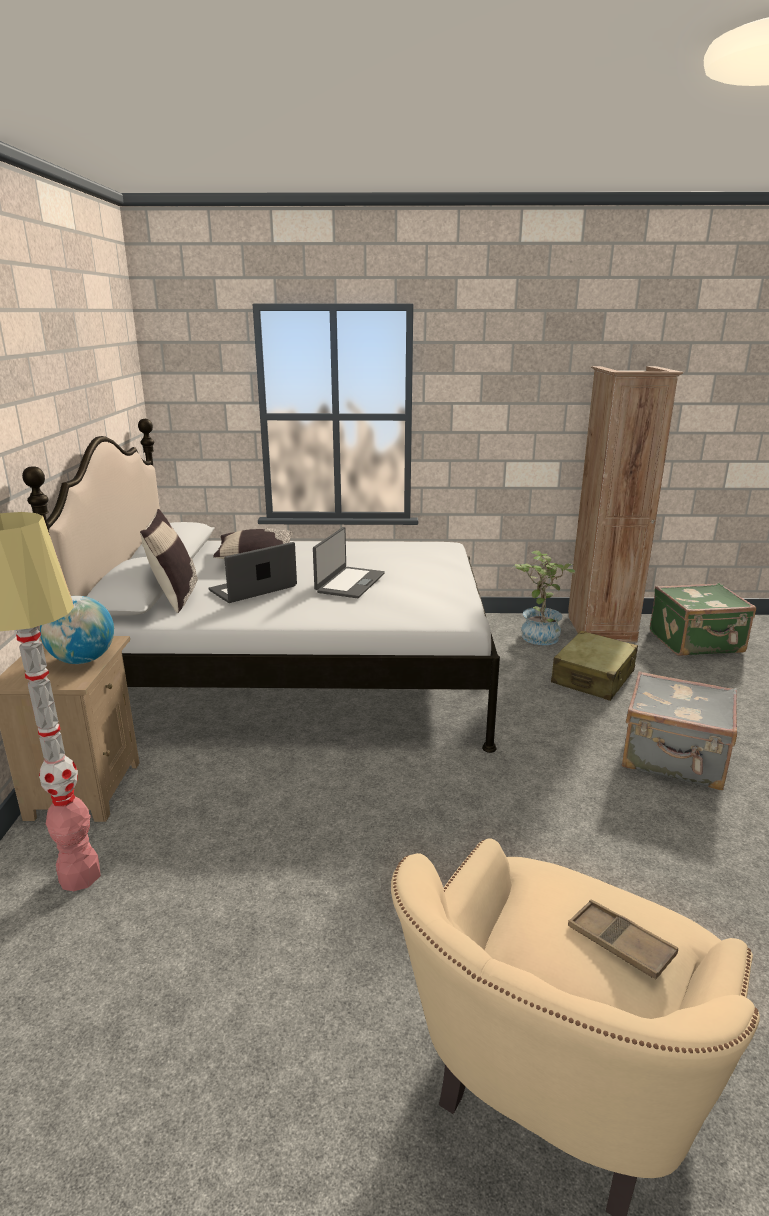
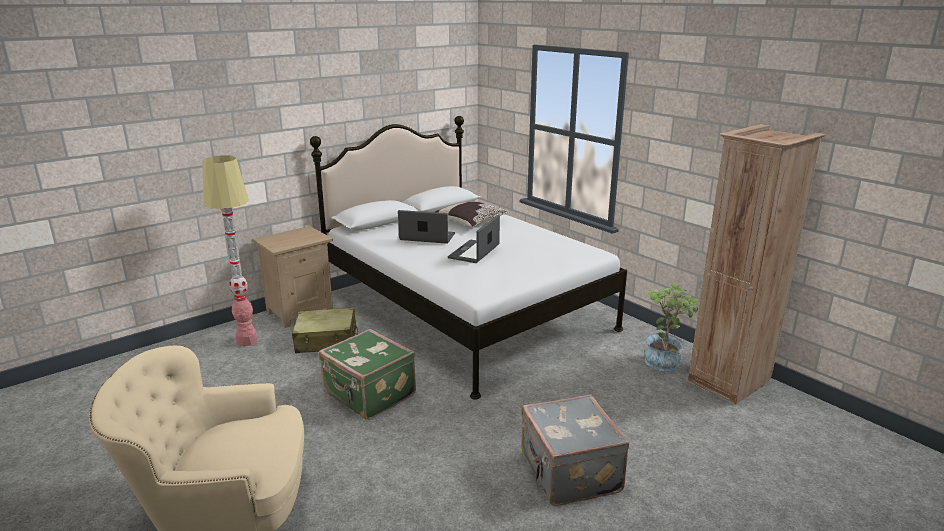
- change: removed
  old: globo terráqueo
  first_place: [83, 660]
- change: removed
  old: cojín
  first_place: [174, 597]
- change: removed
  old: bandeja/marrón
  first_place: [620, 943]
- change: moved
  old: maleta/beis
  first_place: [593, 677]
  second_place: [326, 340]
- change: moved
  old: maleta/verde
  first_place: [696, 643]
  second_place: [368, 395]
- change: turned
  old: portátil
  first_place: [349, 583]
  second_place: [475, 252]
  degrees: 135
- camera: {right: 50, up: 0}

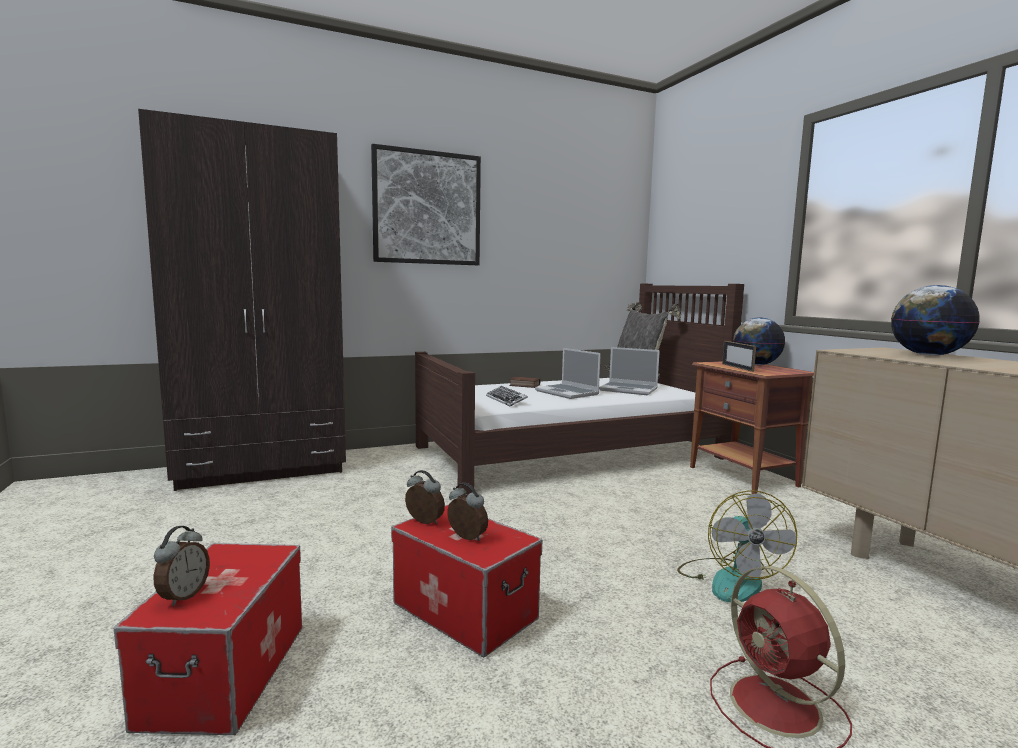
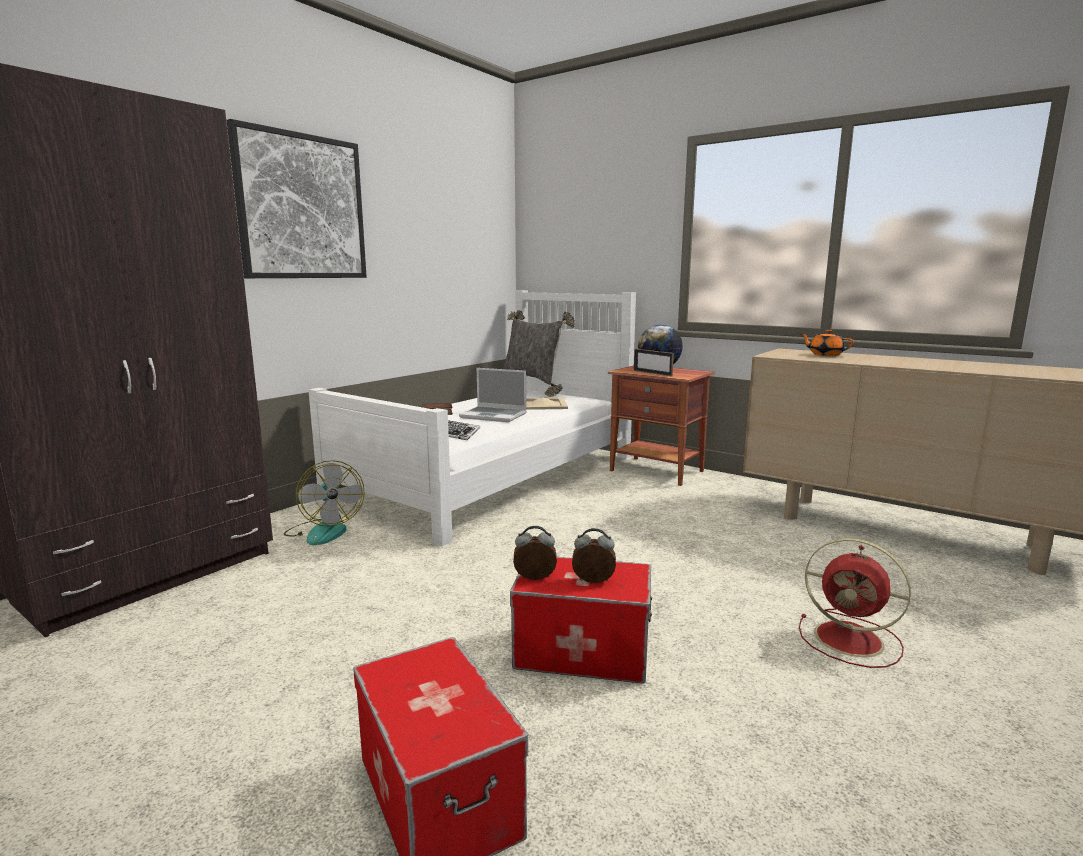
- change: removed
  old: despertador
  first_place: [183, 596]
- change: moved
  old: ventilador
  first_place: [730, 579]
  second_place: [324, 531]
- change: replaced
  old: portátil
  new: bandeja/beis
  first_place: [629, 390]
  second_place: [543, 404]
- change: replaced
  old: globo terráqueo
  new: tetera/naranja
  first_place: [928, 355]
  second_place: [825, 354]
- change: recoloured
  old: cama/marrón
  new: cama/blanco
  first_place: [571, 452]
  second_place: [493, 476]
- camera: {right: -30, up: 5}

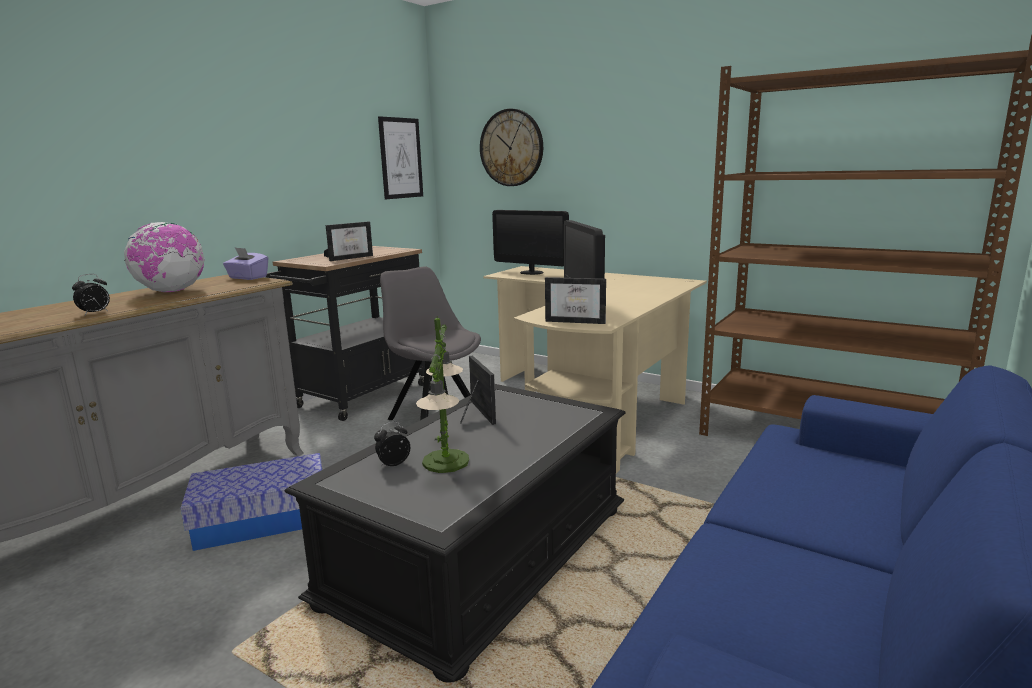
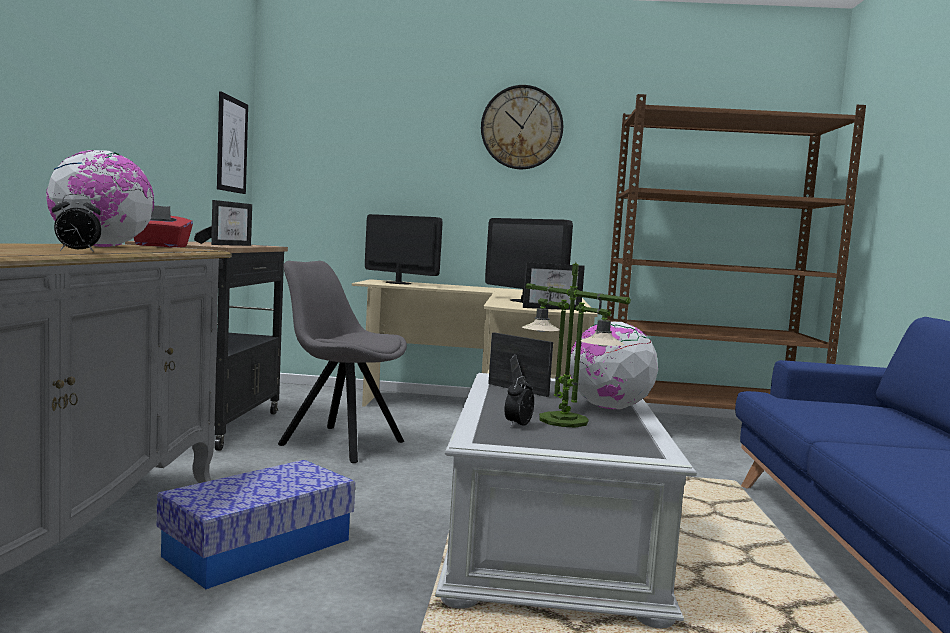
- change: added
  new: globo terráqueo
  second_place: [608, 408]
- change: moved
  old: reloj de pared
  first_place: [511, 148]
  second_place: [521, 127]
- change: recoloured
  old: caja de pañuelos/morado
  new: caja de pañuelos/rojo
  first_place: [247, 277]
  second_place: [160, 246]
- change: recoloured
  old: mesa de centro/negro
  new: mesa de centro/blanco
  first_place: [479, 554]
  second_place: [551, 537]
- change: turned
  old: despertador
  first_place: [95, 313]
  second_place: [76, 251]
  degrees: 60
- change: turned
  old: monitor
  first_place: [531, 272]
  second_place: [398, 283]
  degrees: -150
- camera: {right: -30, up: -10}

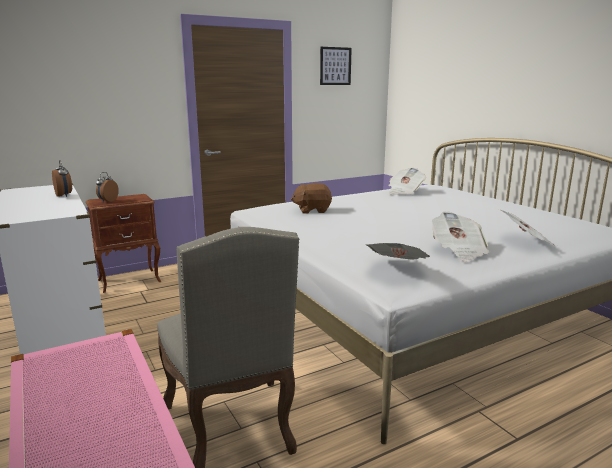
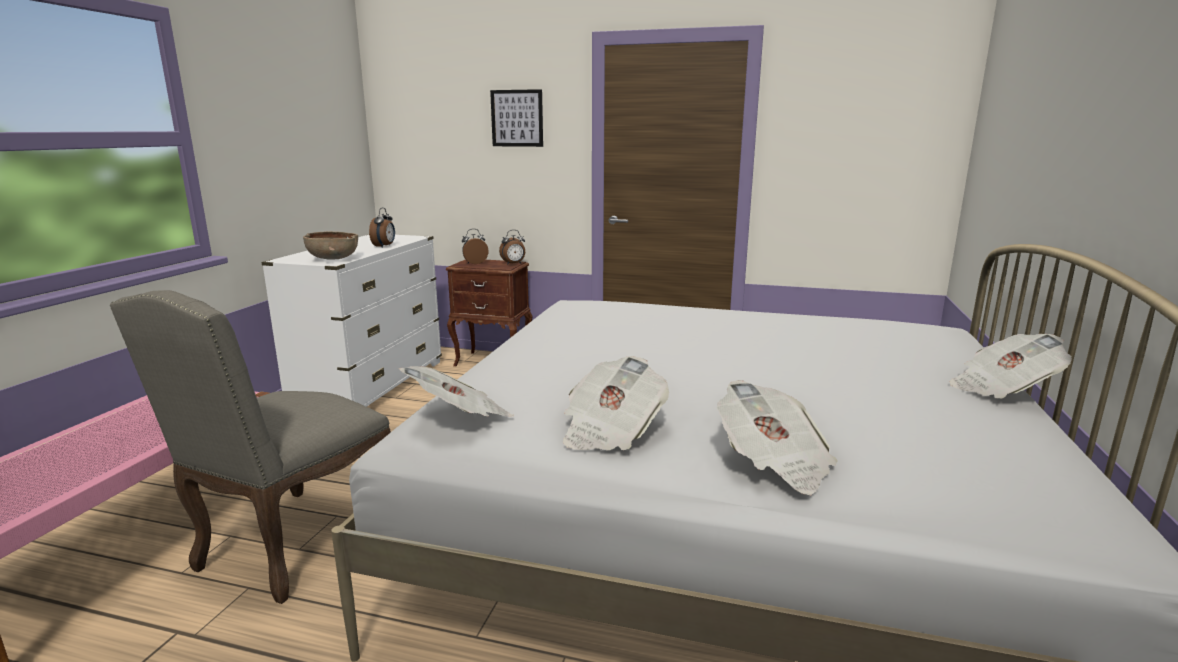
- change: removed
  old: peluche/marrón
  first_place: [312, 210]
- change: added
  new: cuenco/marrón
  second_place: [333, 259]
- change: added
  new: despertador
  second_place: [513, 264]
- change: moved
  old: cuadro
  first_place: [335, 66]
  second_place: [517, 118]
- change: moved
  old: periódico
  first_place: [404, 192]
  second_place: [1002, 388]
- camera: {right: 45, up: 0}

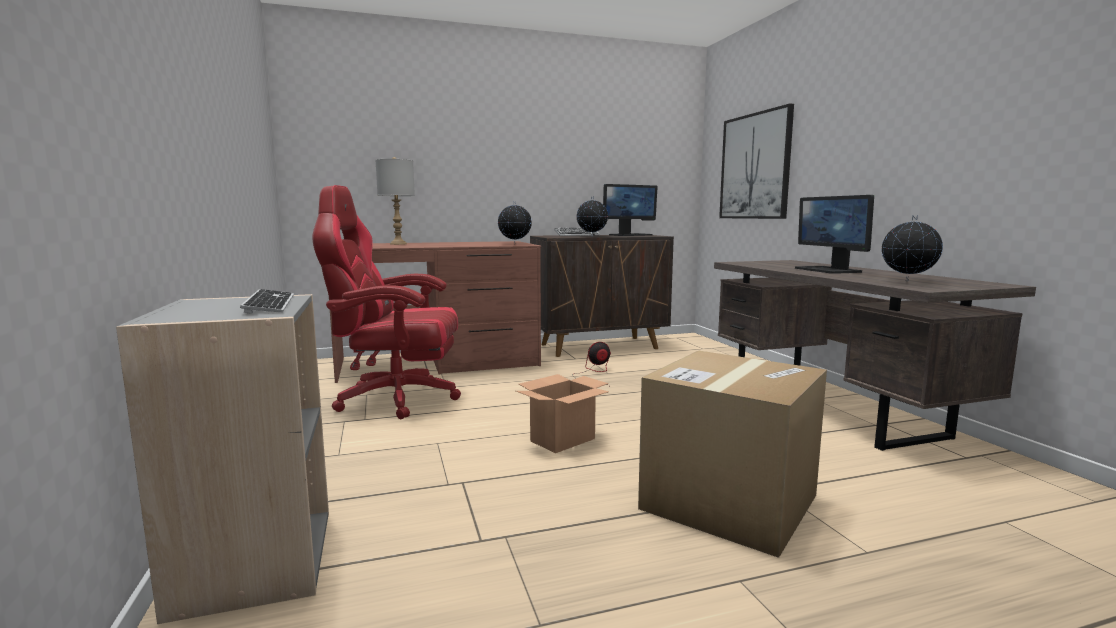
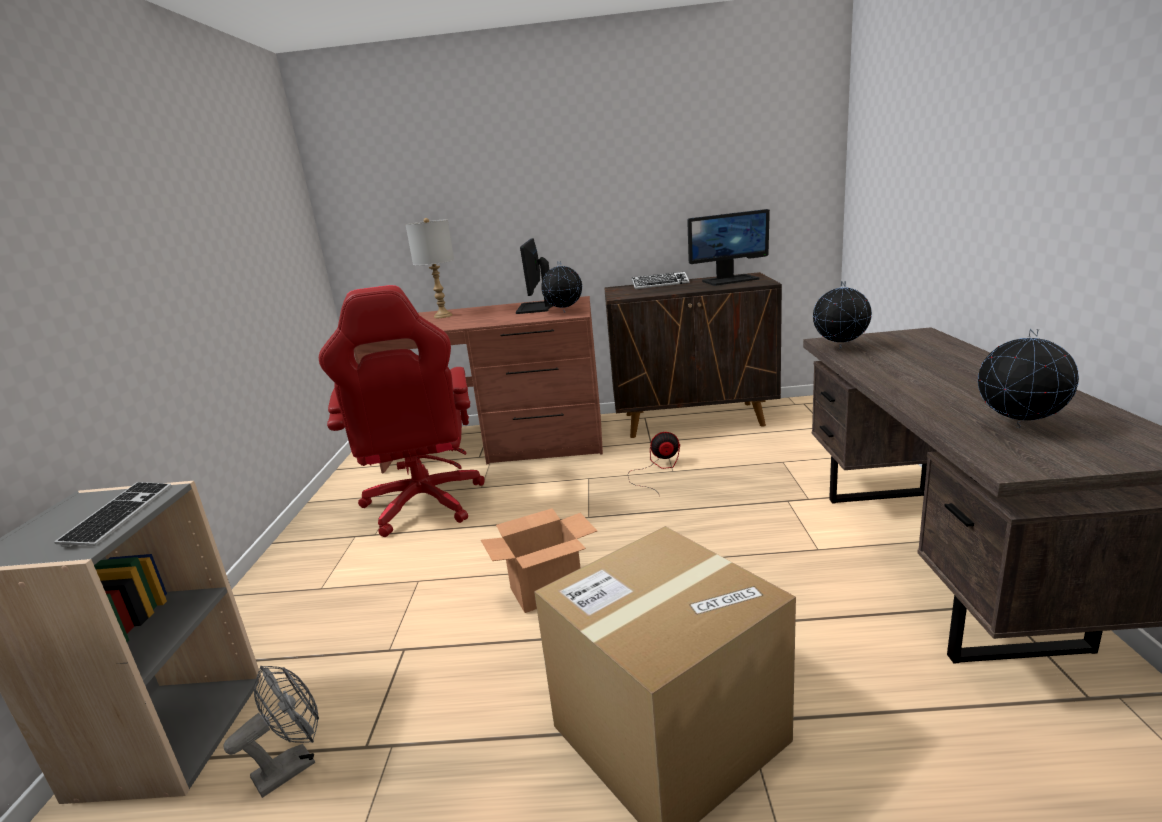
- change: removed
  old: cuadro
  first_place: [755, 166]
- change: added
  new: ventilador/gris
  second_place: [293, 765]
- change: moved
  old: globo terráqueo
  first_place: [592, 236]
  second_place: [840, 349]
- change: moved
  old: monitor
  first_place: [828, 270]
  second_place: [535, 307]
- change: turned
  old: silla de oficina/rojo
  first_place: [398, 399]
  second_place: [423, 503]
  degrees: -120
- camera: {right: 20, up: 10}

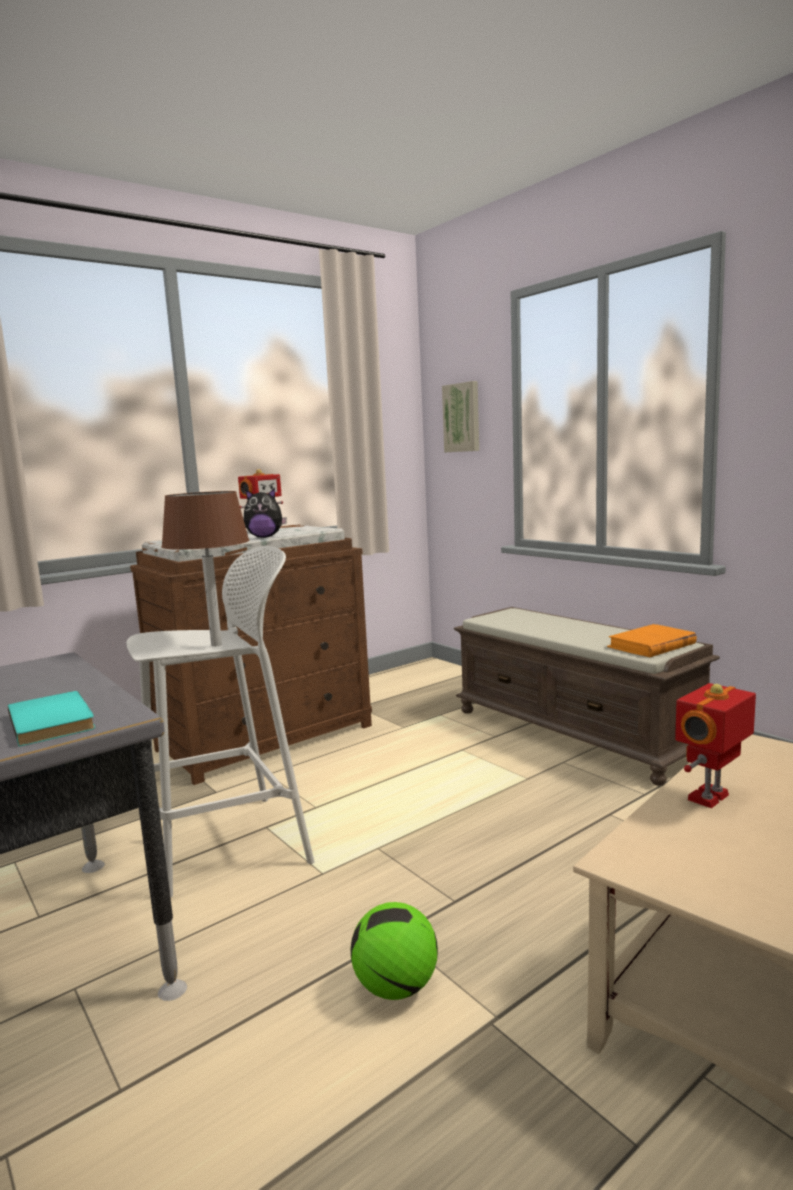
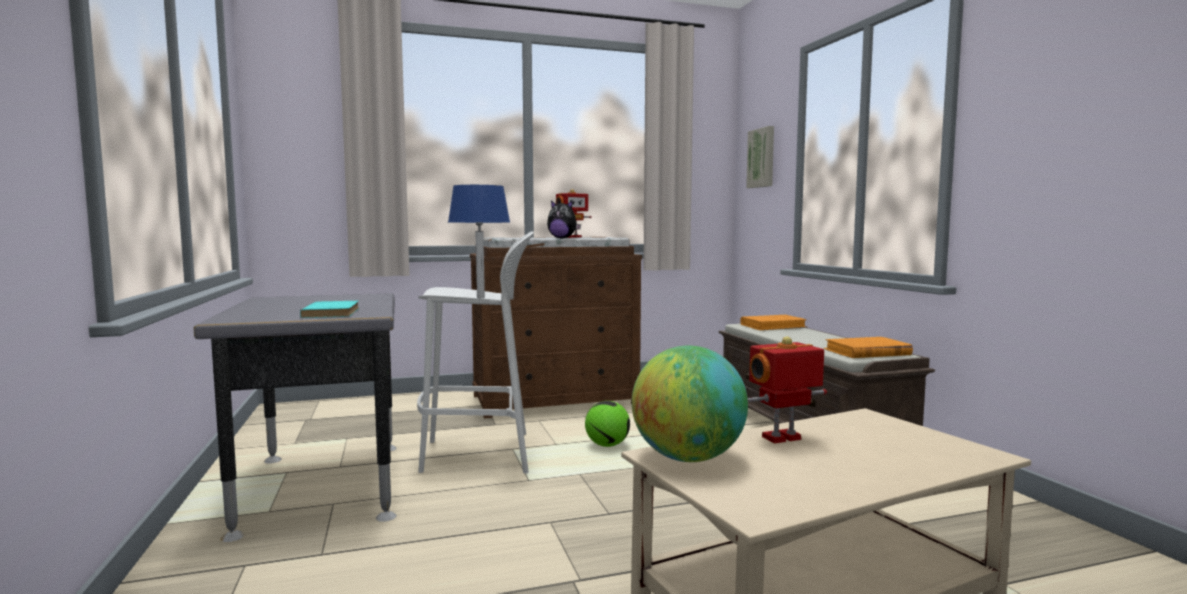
- change: added
  new: globo terráqueo
  second_place: [688, 458]
- change: added
  new: libro/naranja
  second_place: [773, 326]
- change: moved
  old: balón de fútbol
  first_place: [395, 987]
  second_place: [607, 445]
- change: recoloured
  old: lámpara de mesa/marrón
  new: lámpara de mesa/azul
  first_place: [217, 645]
  second_place: [481, 297]
- camera: {right: 20, up: -5}

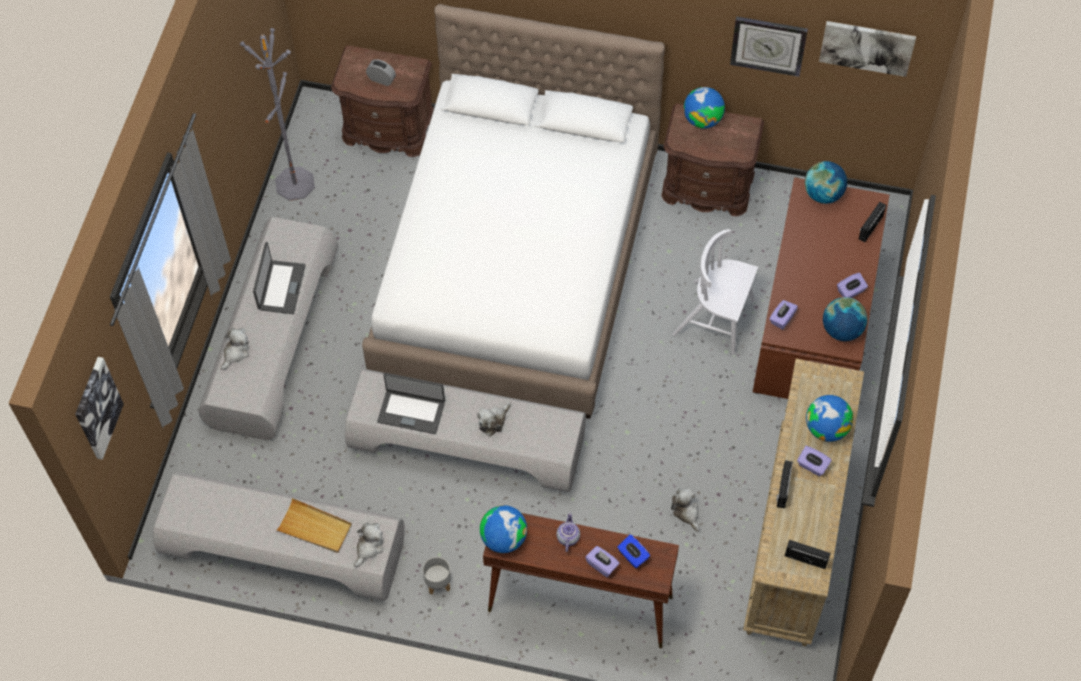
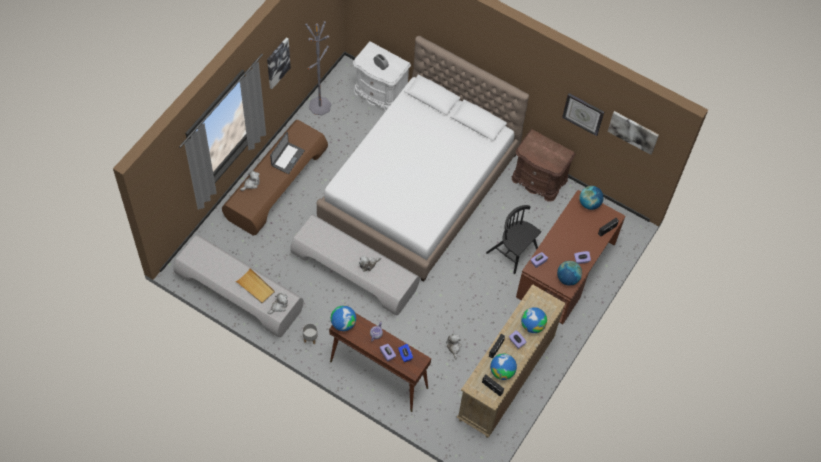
- change: removed
  old: portátil
  first_place: [411, 411]
- change: moved
  old: cuadro
  first_place: [97, 408]
  second_place: [277, 62]
- change: moved
  old: globo terráqueo
  first_place: [703, 119]
  second_place: [502, 371]
- change: recoloured
  old: banco/gris
  new: banco/marrón
  first_place: [273, 340]
  second_place: [276, 184]
- change: recoloured
  old: mesita de noche/marrón
  new: mesita de noche/blanco
  first_place: [388, 131]
  second_place: [380, 93]
- change: recoloured
  old: silla/blanco
  new: silla/negro
  first_place: [718, 318]
  second_place: [514, 252]
- camera: {right: 15, up: 0}

